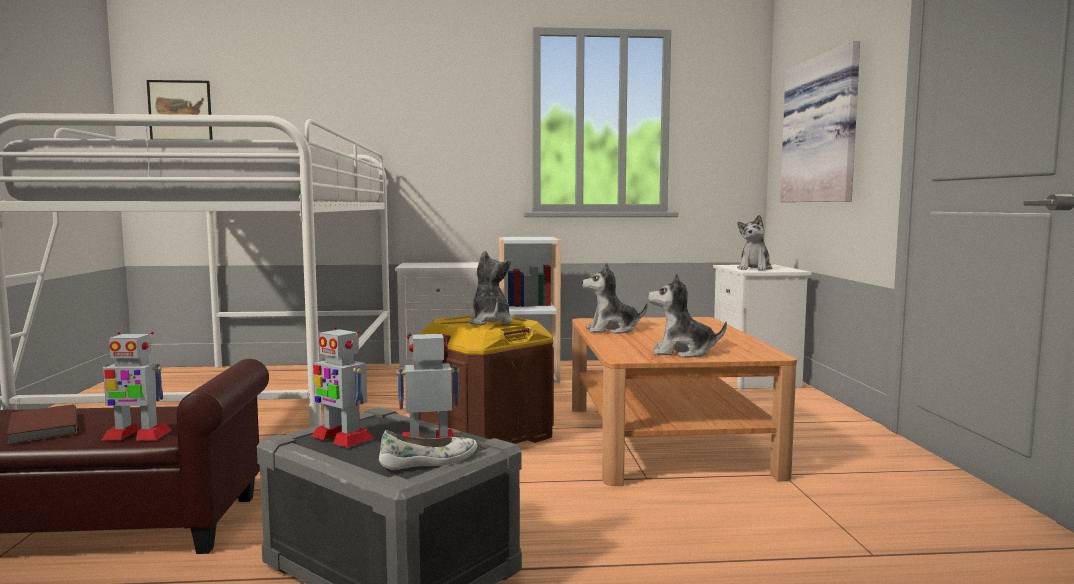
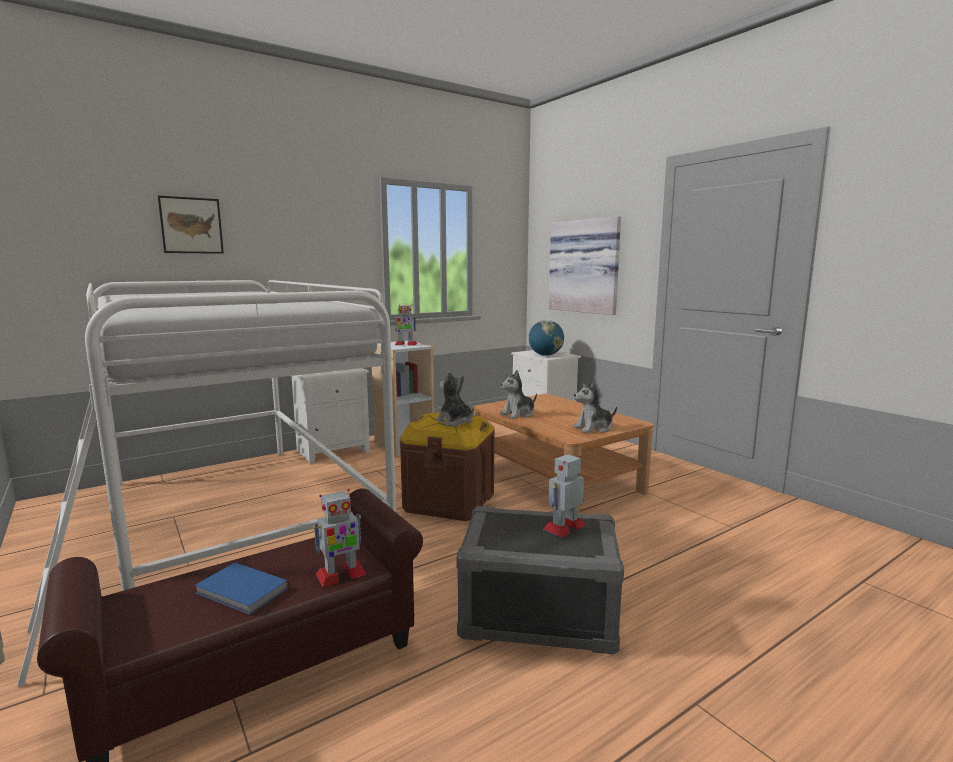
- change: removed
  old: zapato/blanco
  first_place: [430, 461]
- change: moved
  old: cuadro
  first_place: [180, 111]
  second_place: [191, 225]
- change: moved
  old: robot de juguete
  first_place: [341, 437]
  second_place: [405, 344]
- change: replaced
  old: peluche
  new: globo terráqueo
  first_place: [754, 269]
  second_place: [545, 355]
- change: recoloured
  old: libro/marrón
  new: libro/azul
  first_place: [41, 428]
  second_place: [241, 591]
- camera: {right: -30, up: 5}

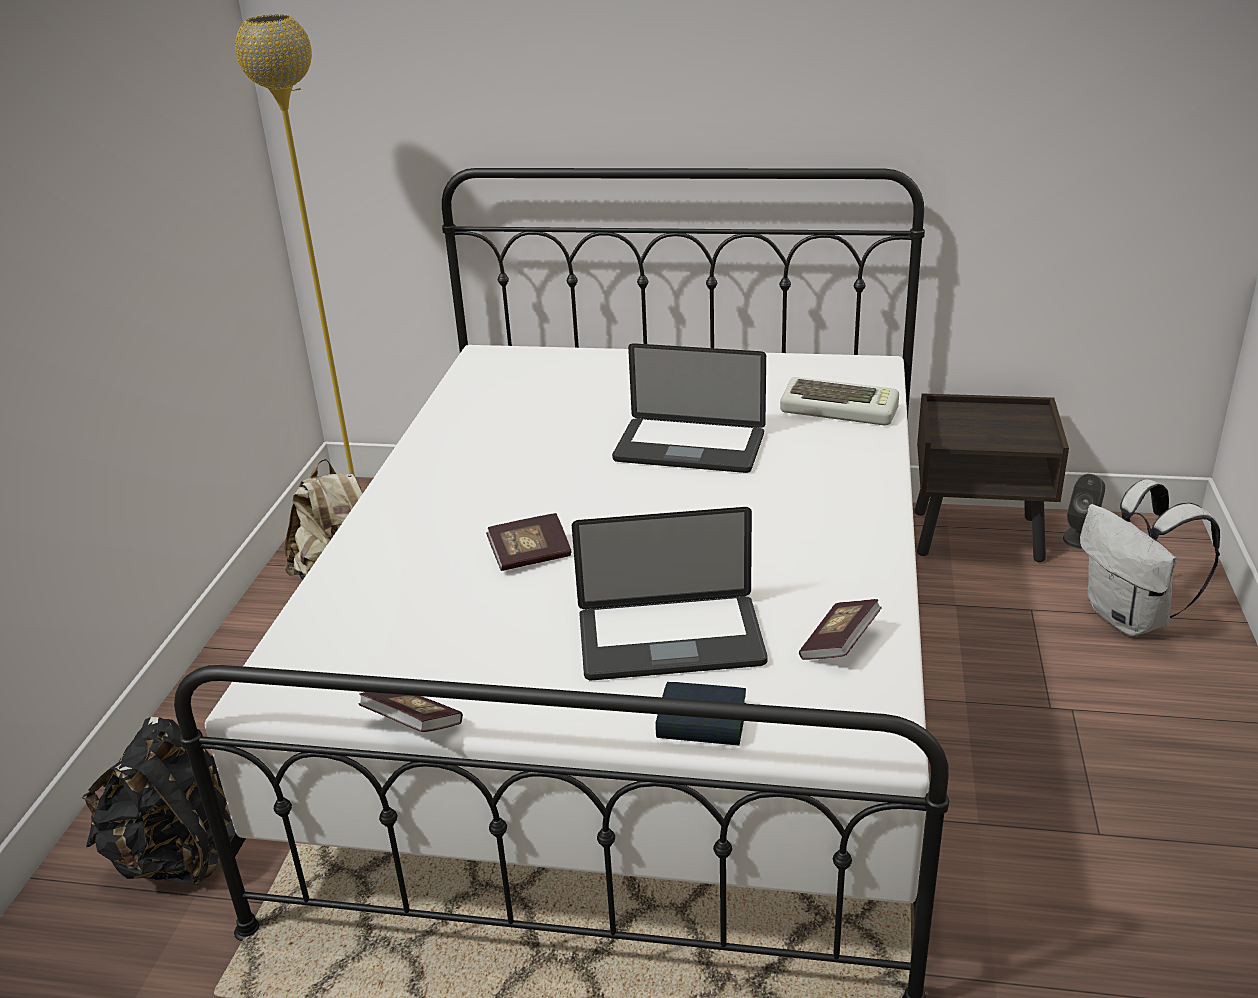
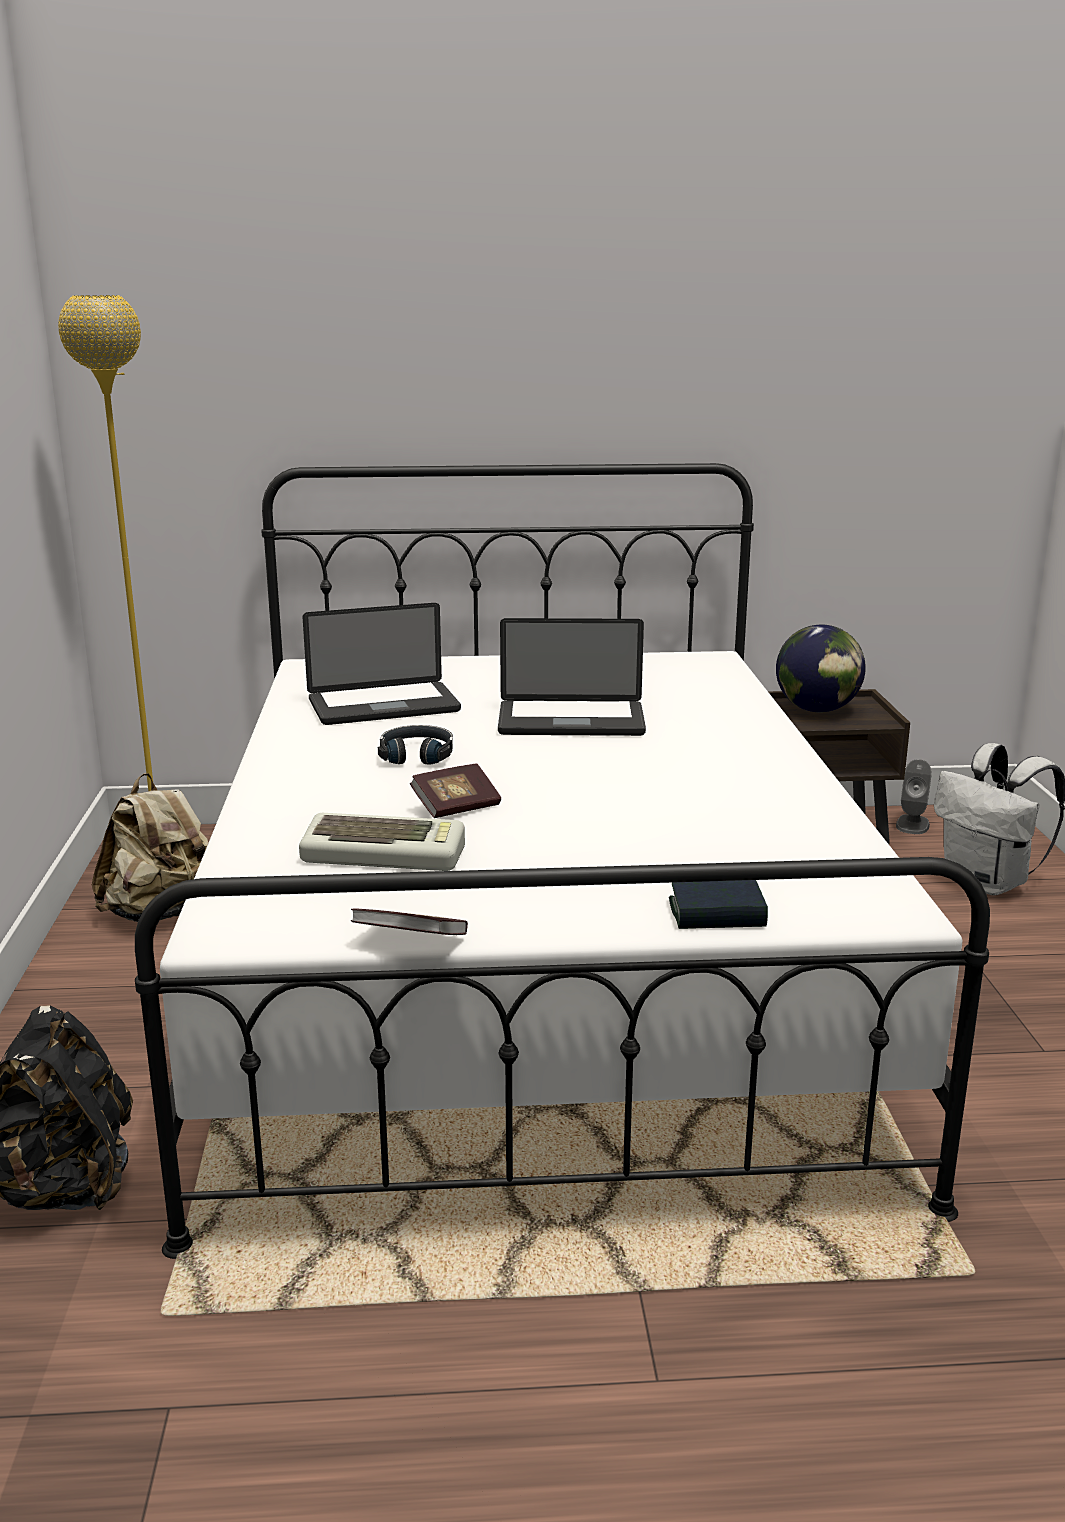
- change: removed
  old: libro
  first_place: [839, 644]
- change: added
  new: auriculares/negro
  second_place: [417, 755]
- change: added
  new: globo terráqueo
  second_place: [816, 710]
- change: moved
  old: portátil
  first_place: [670, 640]
  second_place: [383, 706]
- change: moved
  old: teclado
  first_place: [840, 409]
  second_place: [386, 854]
- camera: {right: -15, up: -10}

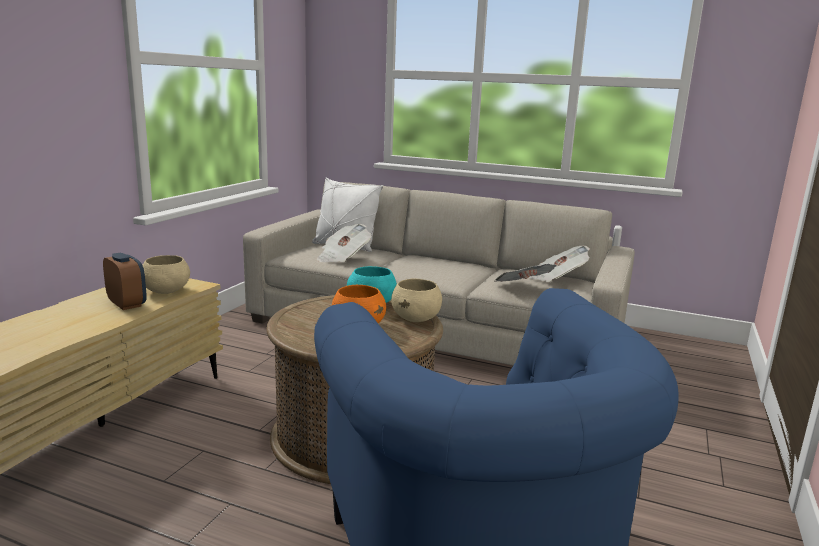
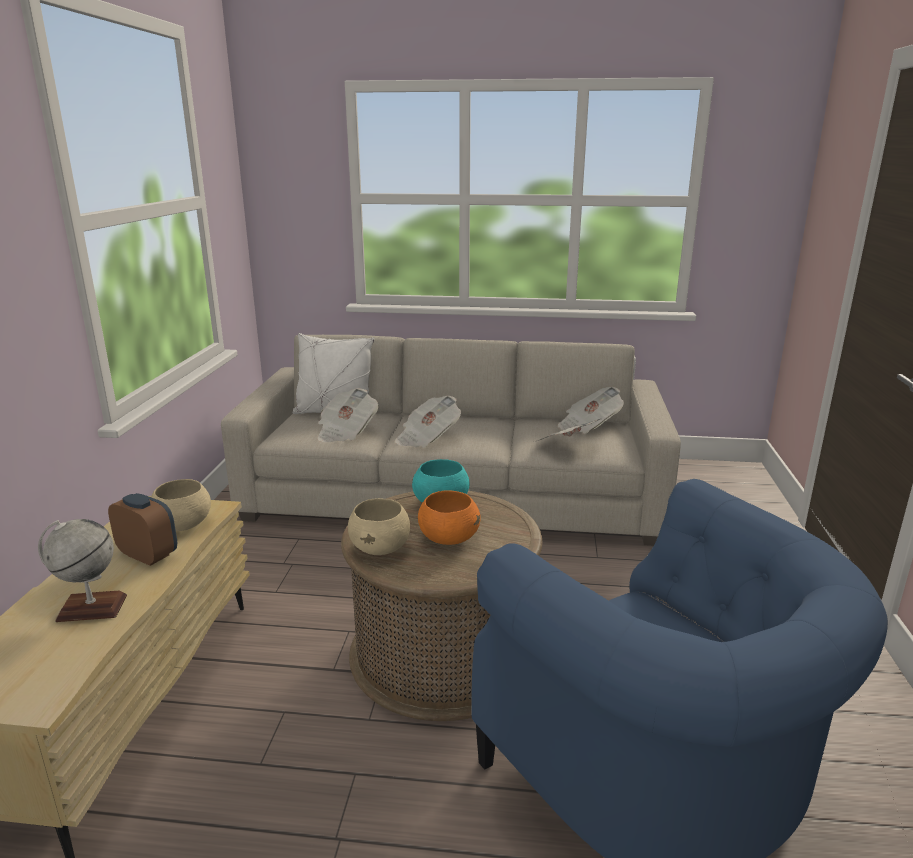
- change: added
  new: globo terráqueo
  second_place: [91, 608]
- change: added
  new: periódico
  second_place: [427, 438]
- change: moved
  old: cuenco/beis
  first_place: [416, 319]
  second_place: [381, 548]
- camera: {right: -15, up: 5}

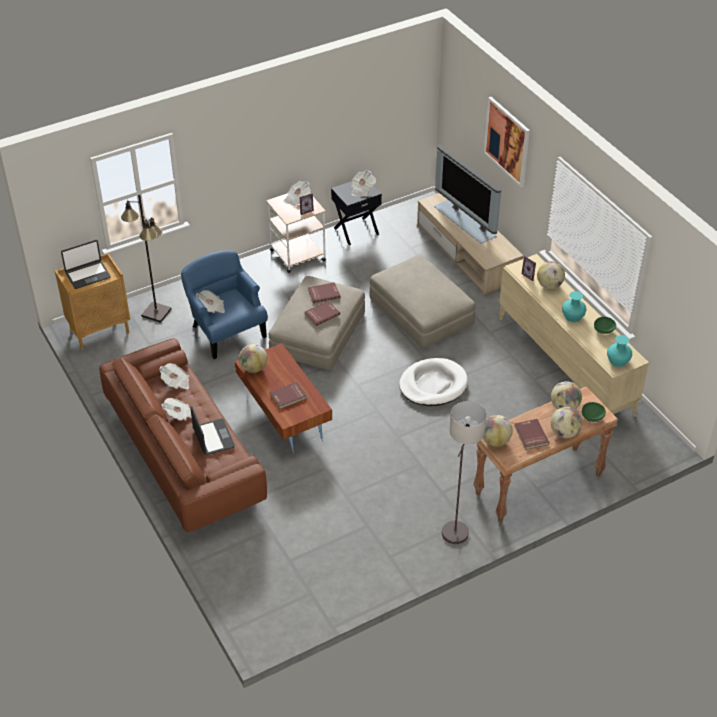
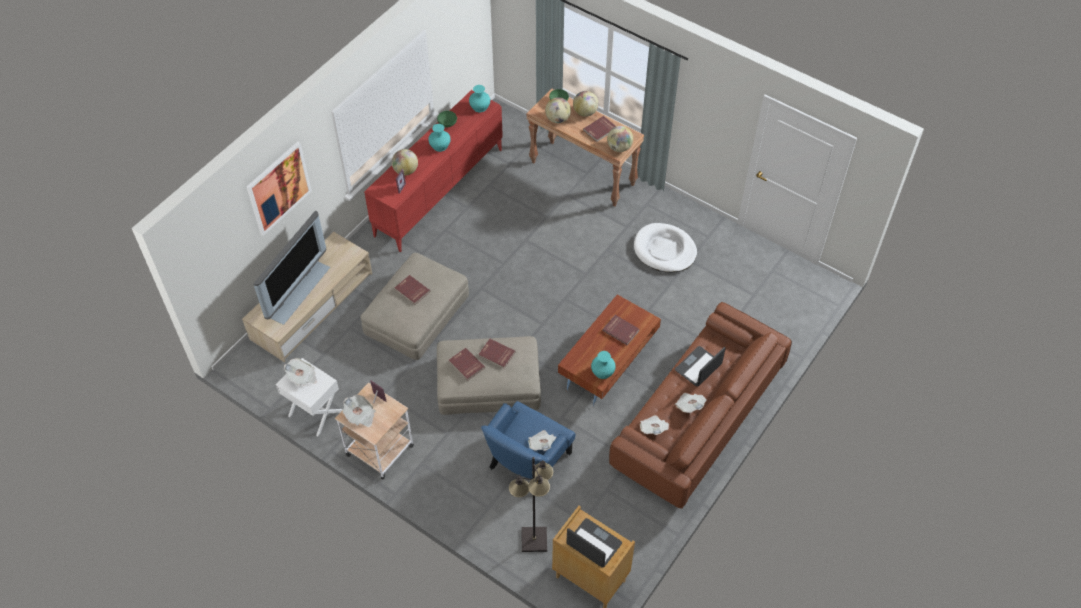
- change: removed
  old: lámpara de pie/gris
  first_place: [457, 527]
- change: added
  new: libro/rojo
  second_place: [412, 291]
- change: moved
  old: cama para perro/blanco
  first_place: [433, 385]
  second_place: [664, 250]
- change: replaced
  old: globo terráqueo
  new: florero/turquesa
  first_place: [253, 368]
  second_place: [602, 372]
- change: recoloured
  old: mesita de noche/negro
  new: mesita de noche/blanco
  first_place: [356, 230]
  second_place: [314, 413]
- change: recoloured
  old: armario/beis
  new: armario/rojo
  first_place: [565, 366]
  second_place: [439, 191]
- camera: {right: -115, up: 10}

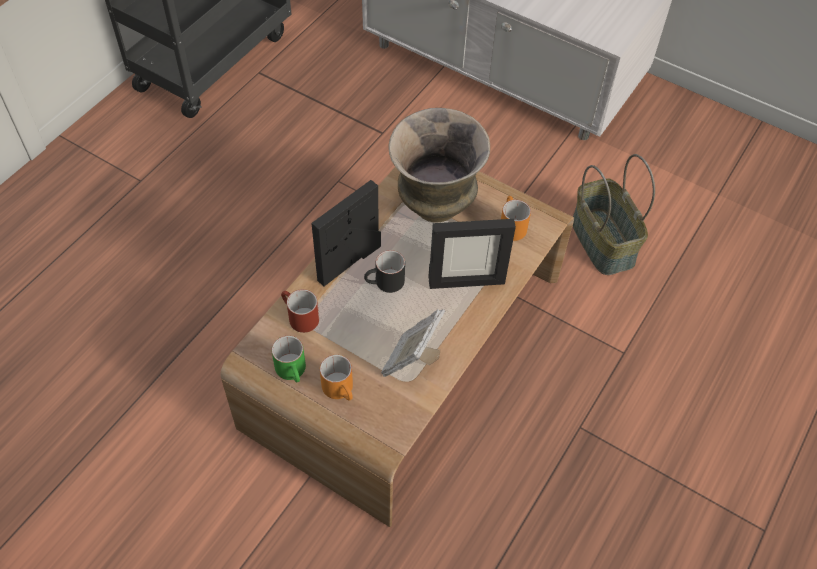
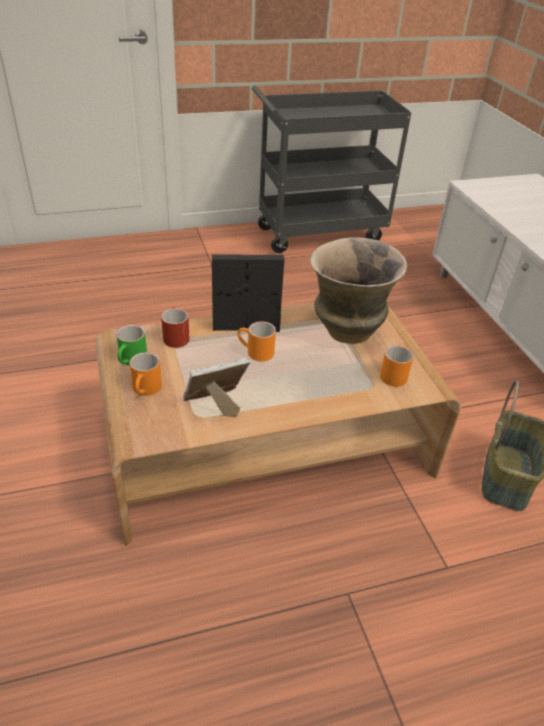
- change: removed
  old: portarretratos
  first_place: [466, 281]
- change: recoloured
  old: taza grande/negro
  new: taza grande/naranja
  first_place: [384, 283]
  second_place: [255, 352]
- camera: {right: 40, up: -15}

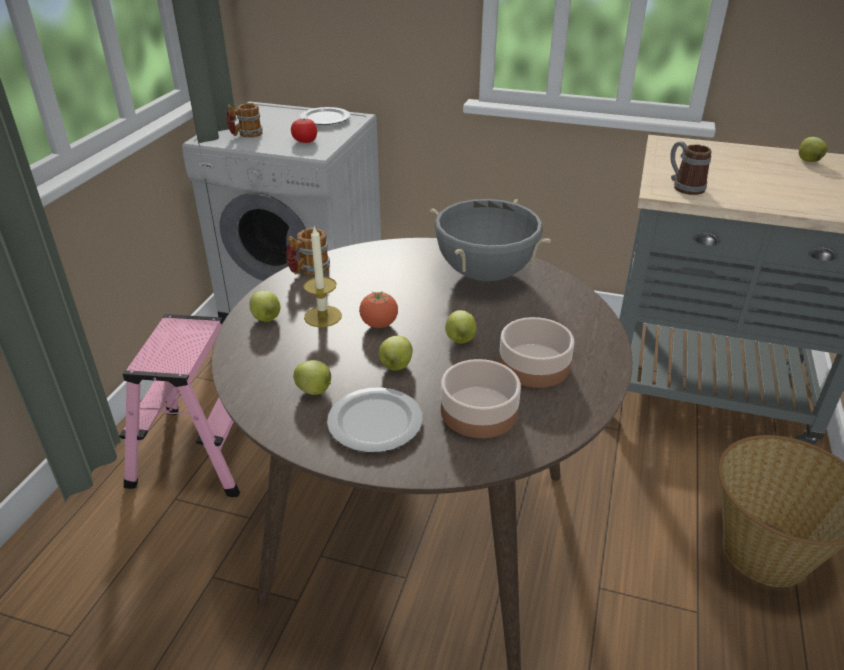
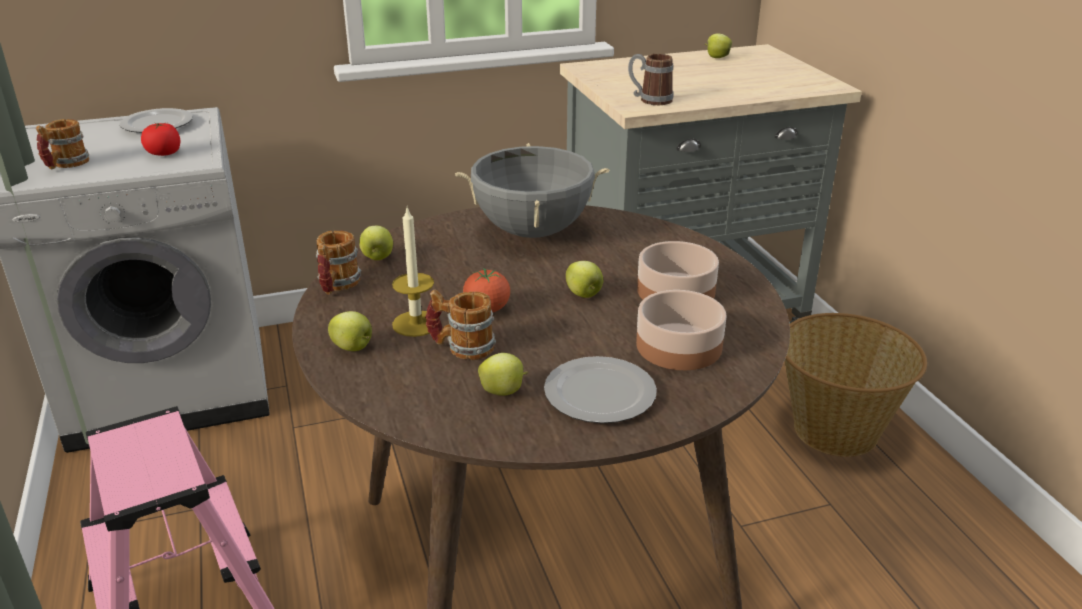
- change: added
  new: taza grande
  second_place: [461, 347]
- change: moved
  old: manzana
  first_place: [395, 366]
  second_place: [377, 258]
- camera: {right: -35, up: -5}

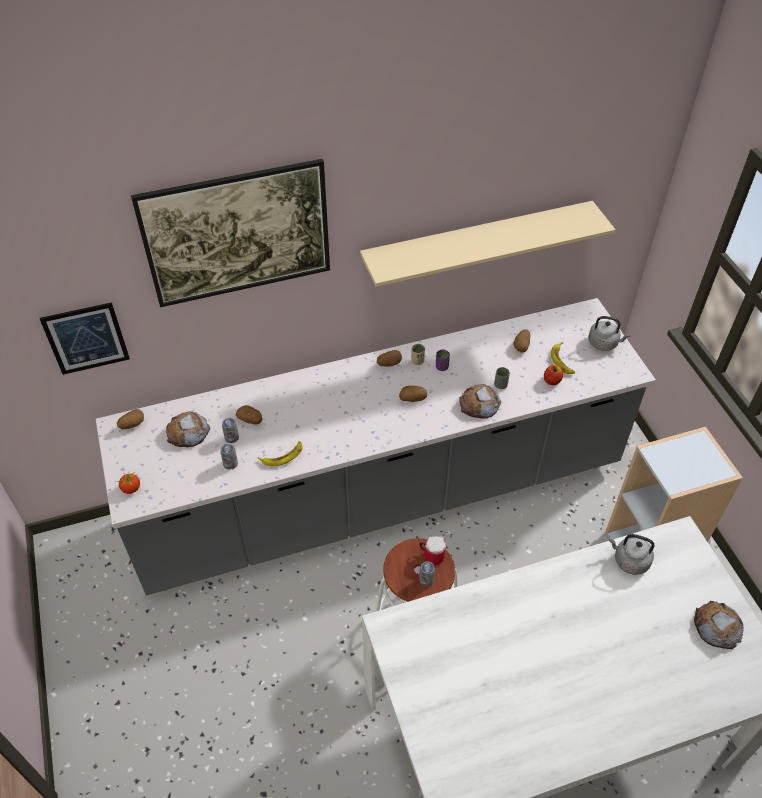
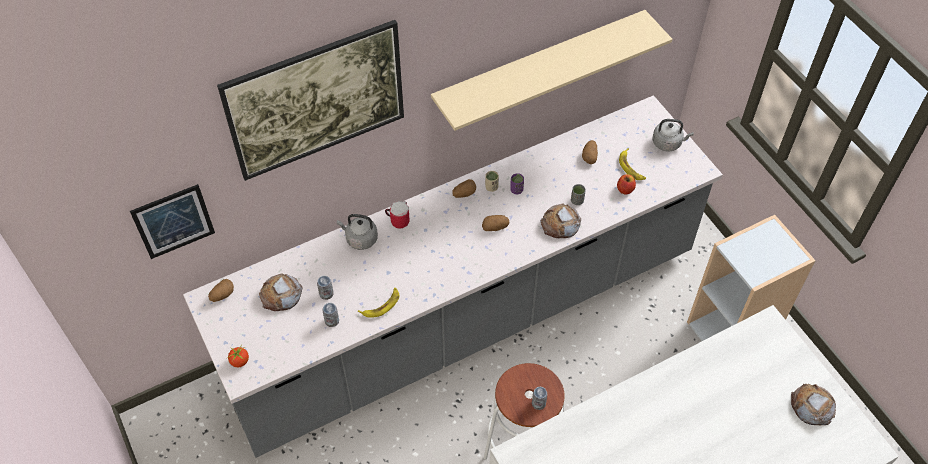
- change: removed
  old: patata
  first_place: [250, 420]
- change: moved
  old: taza grande
  first_place: [431, 555]
  second_place: [397, 220]
- change: moved
  old: hervidor/gris
  first_place: [629, 561]
  second_place: [360, 239]
- camera: {right: -10, up: 5}

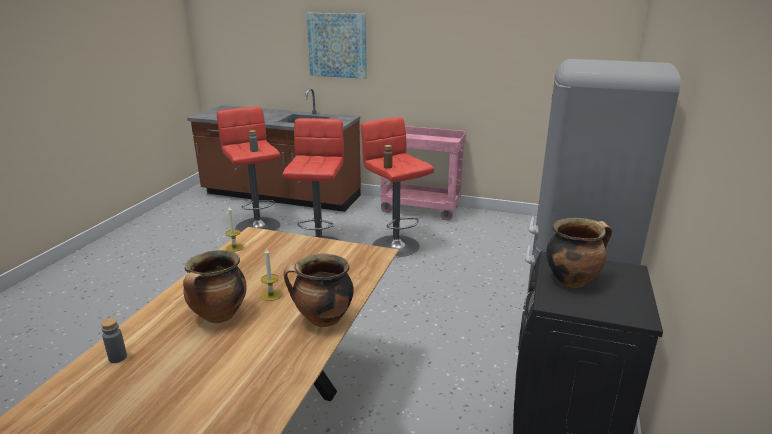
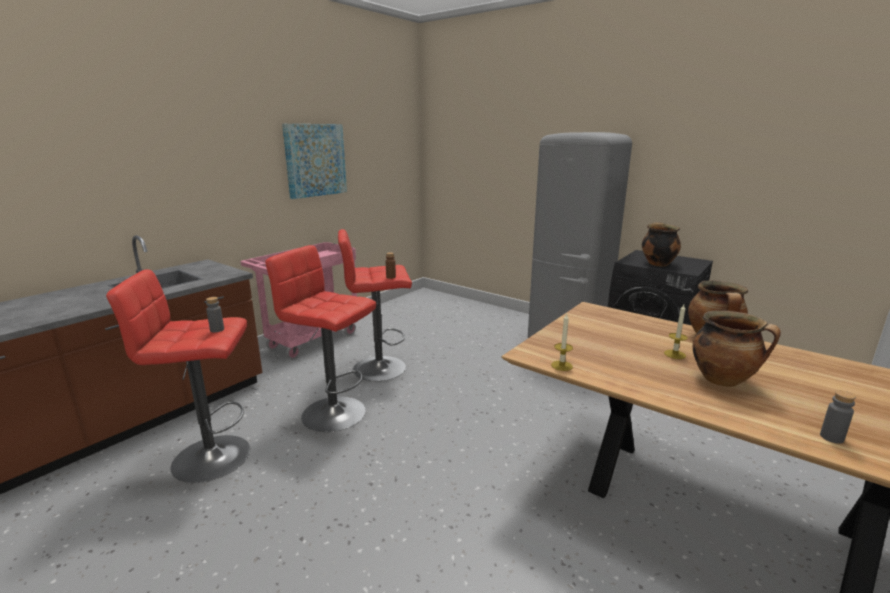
- change: moved
  old: cuadro
  first_place: [337, 45]
  second_place: [315, 160]
- camera: {right: -70, up: -5}

